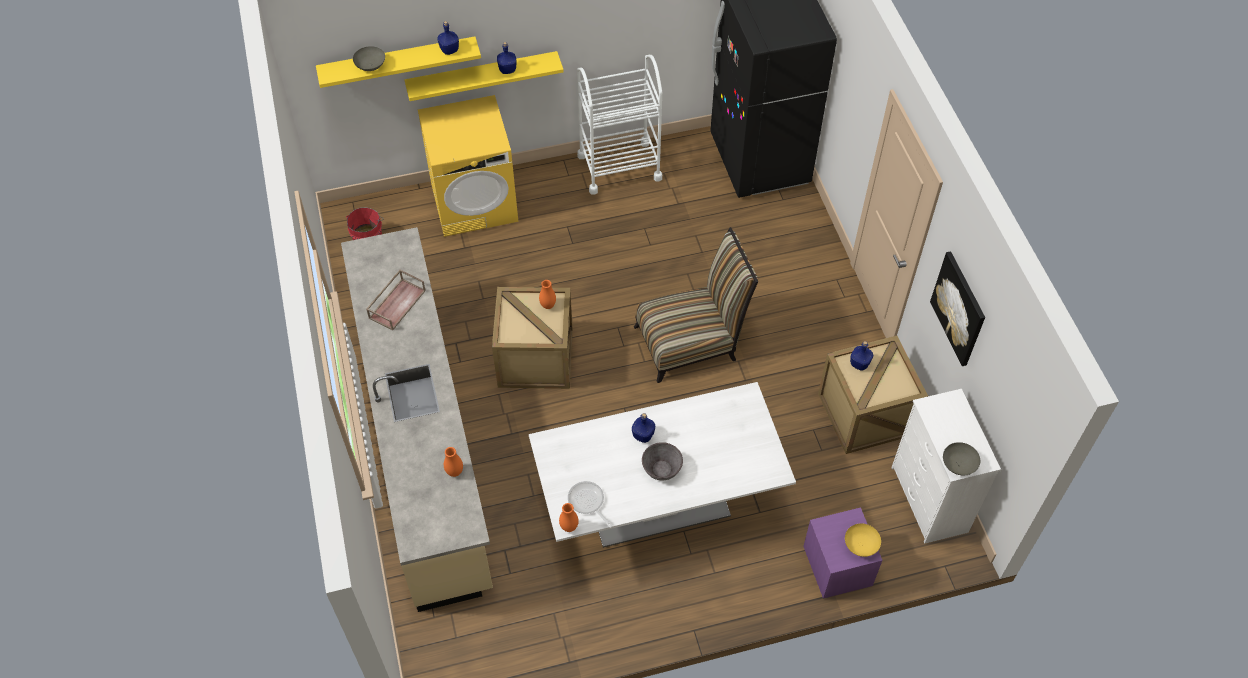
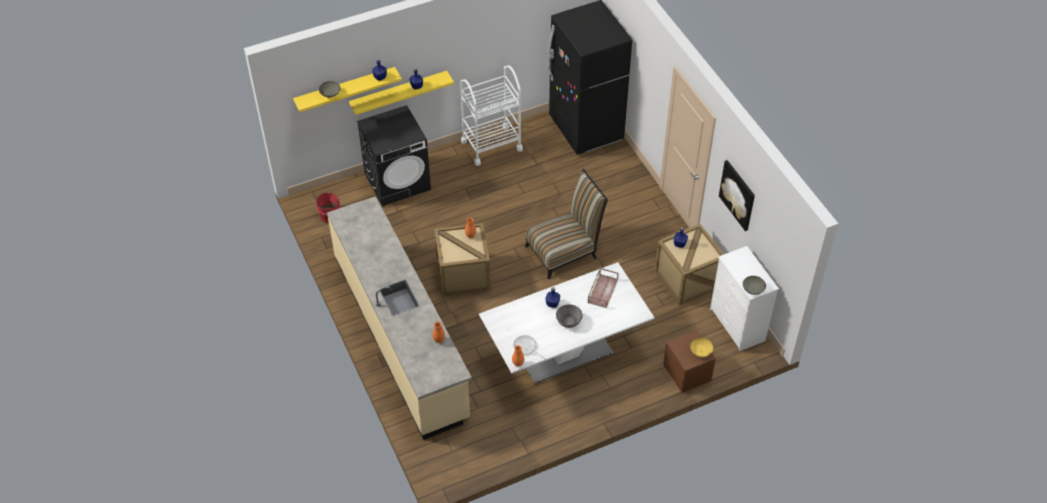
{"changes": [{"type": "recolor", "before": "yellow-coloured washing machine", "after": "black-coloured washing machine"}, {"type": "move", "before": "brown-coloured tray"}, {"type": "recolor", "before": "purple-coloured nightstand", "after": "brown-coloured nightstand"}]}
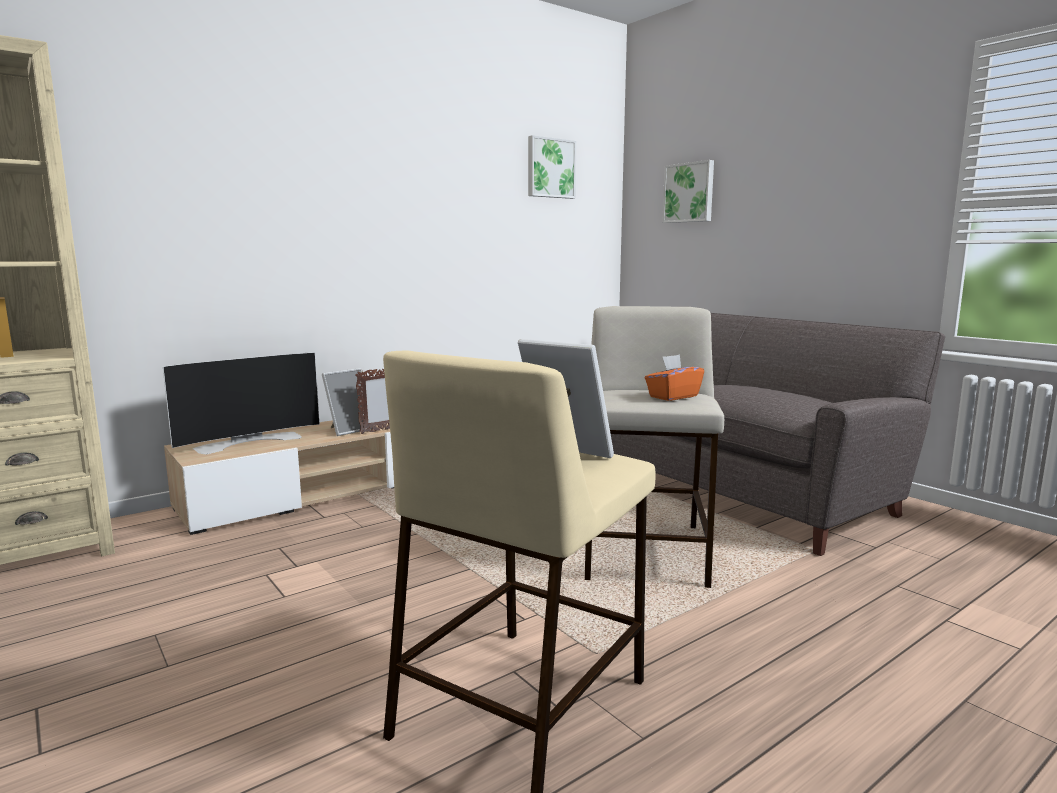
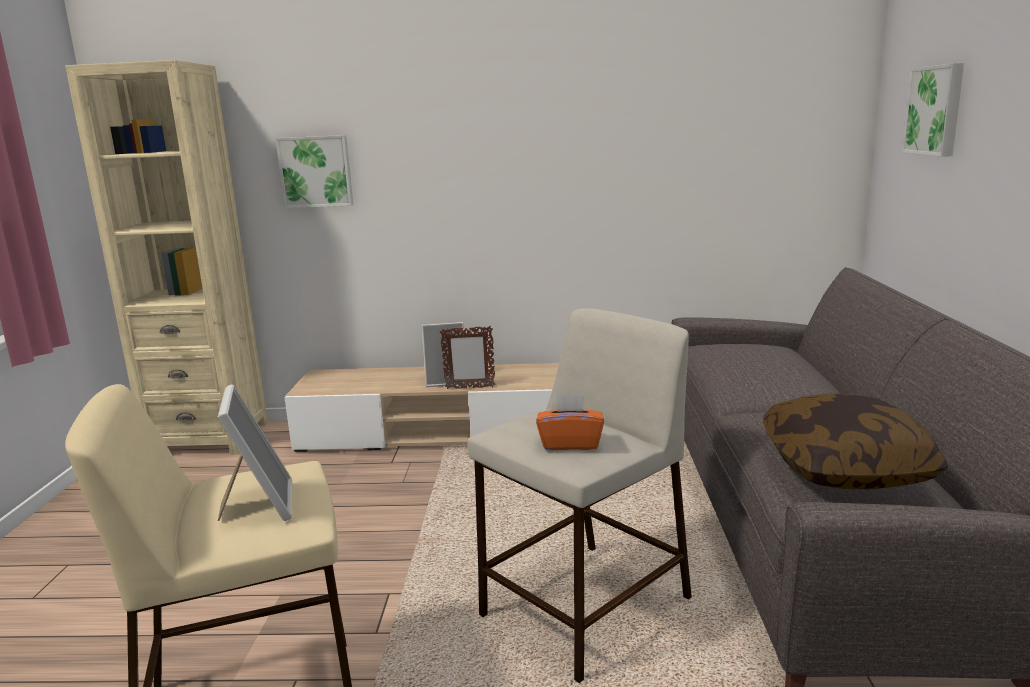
{"changes": [{"type": "move", "before": "wall picture (1st from left)"}, {"type": "delete", "before": "TV set"}, {"type": "insert", "after": "cushion"}]}
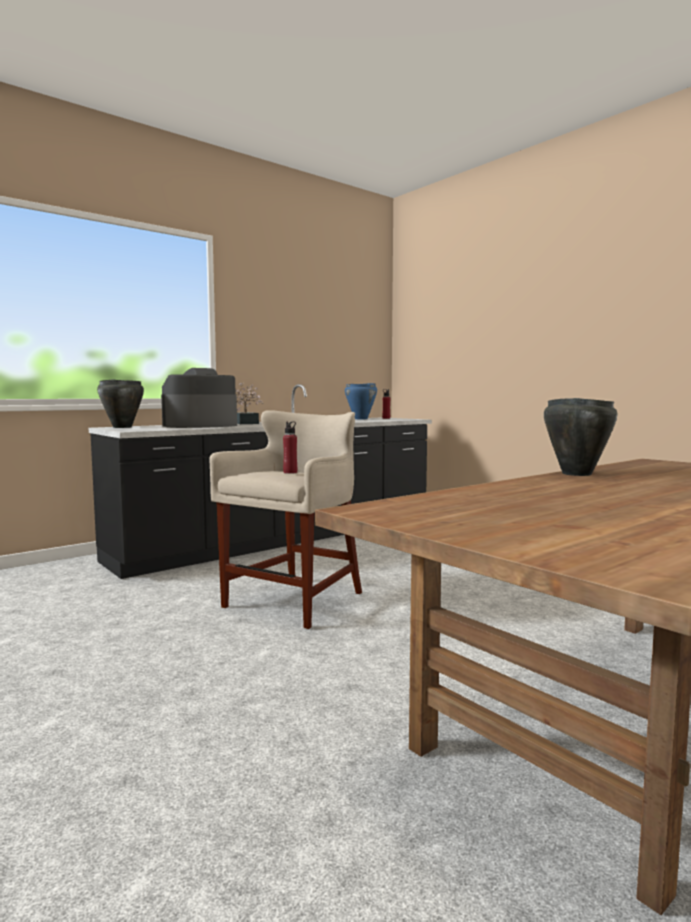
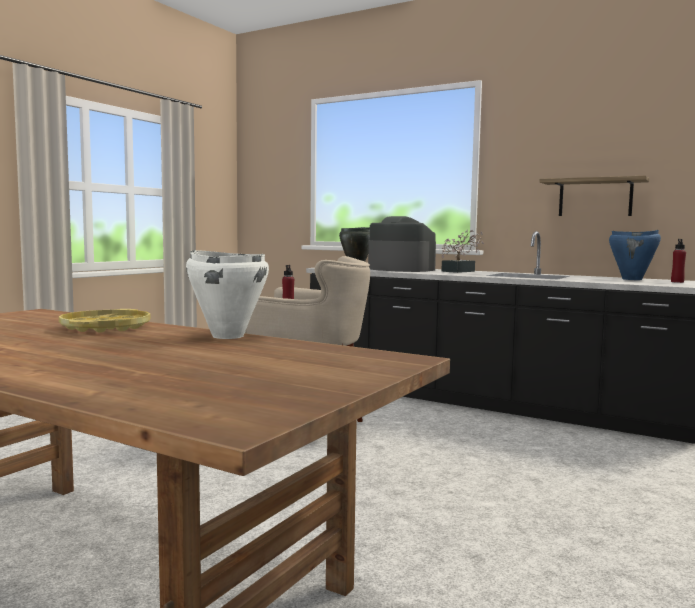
{"changes": [{"type": "recolor", "before": "black-coloured stockpot (2nd from left)", "after": "white stockpot"}, {"type": "insert", "after": "bracket shelf"}, {"type": "insert", "after": "yellow-coloured tray"}]}
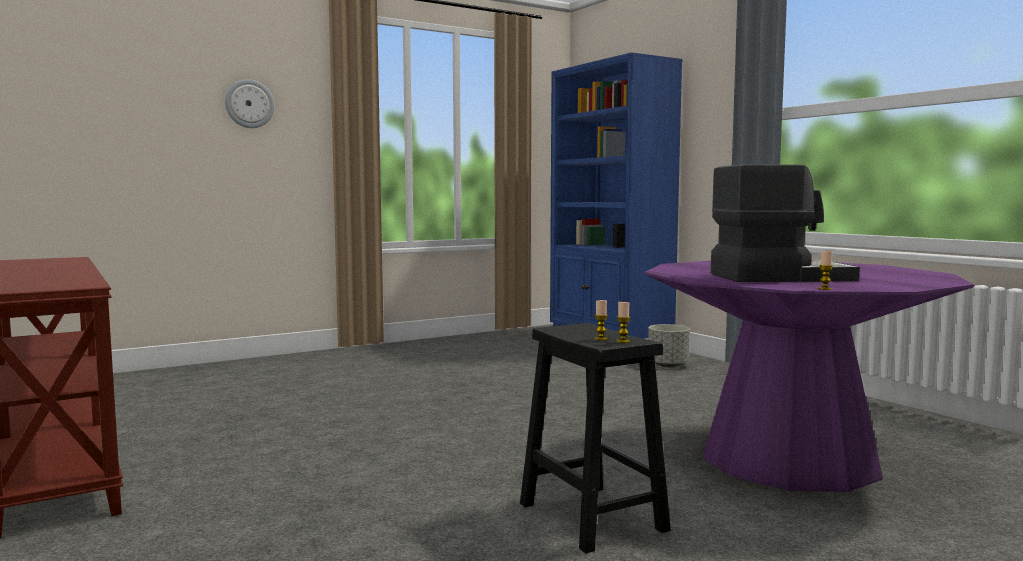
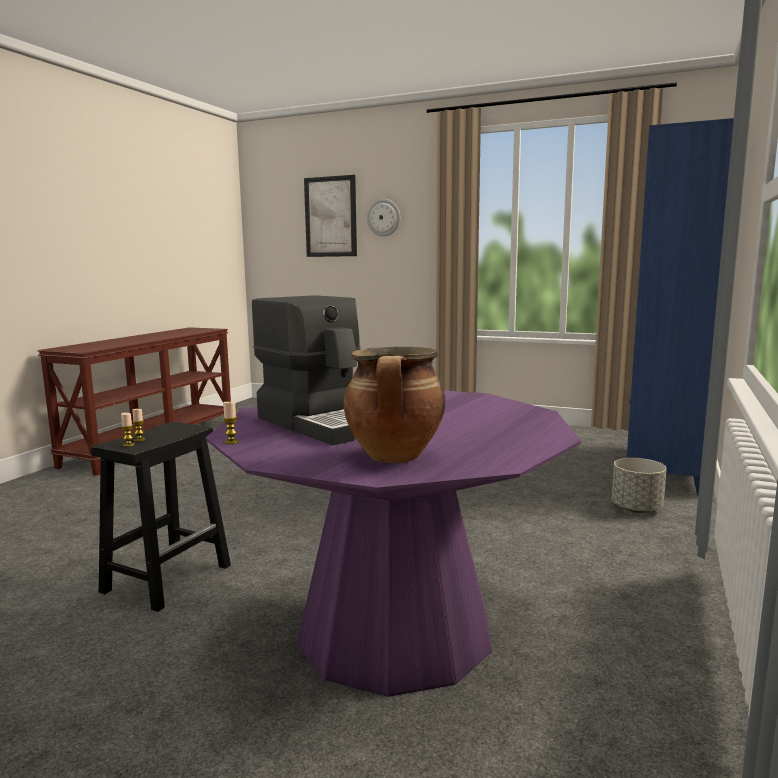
{"changes": [{"type": "insert", "after": "wall picture"}, {"type": "insert", "after": "stockpot"}]}
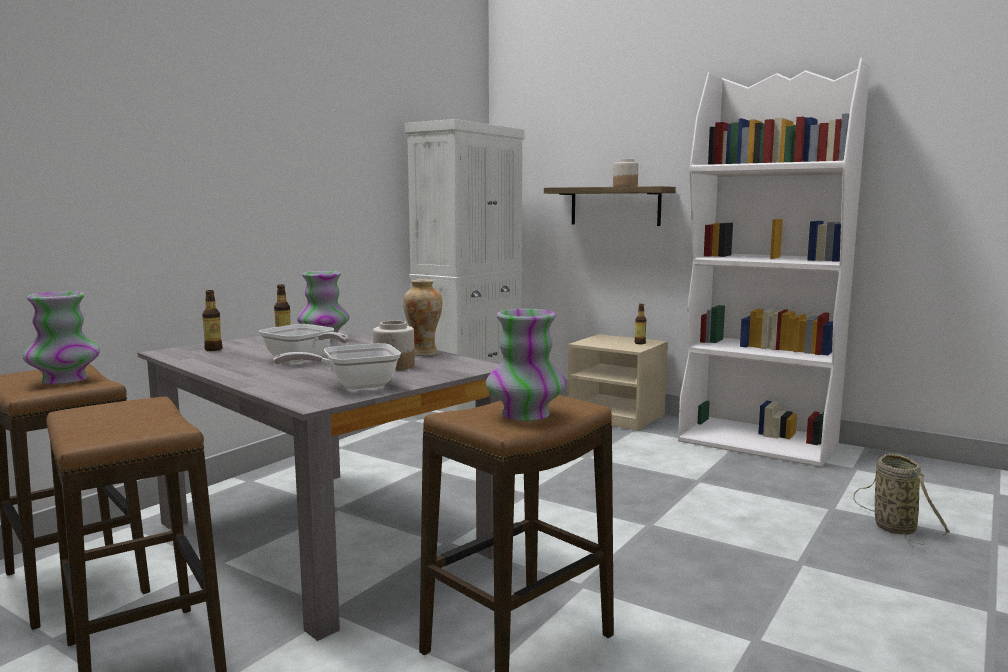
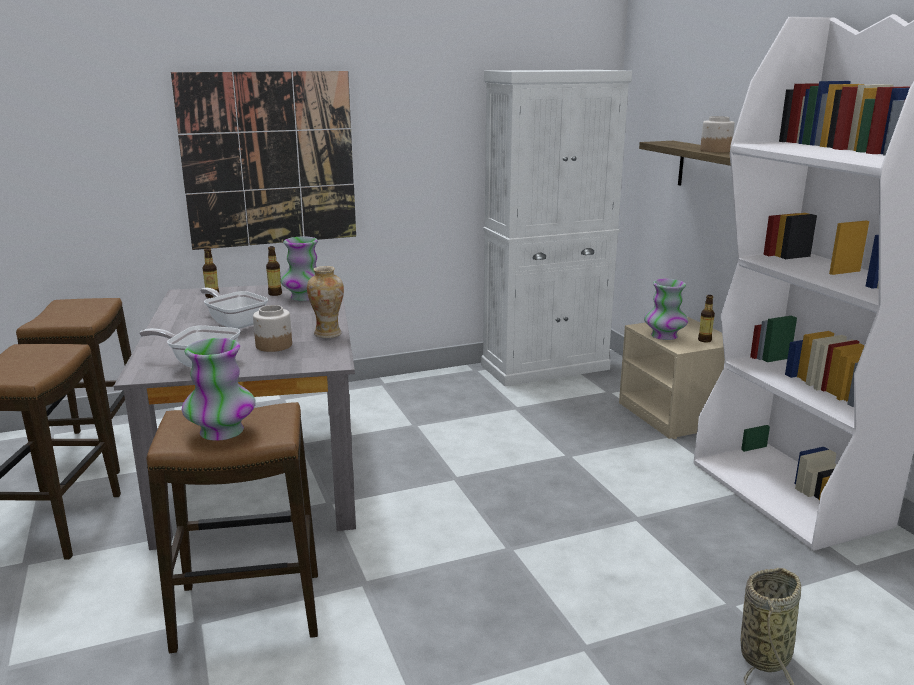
{"changes": [{"type": "move", "before": "vase (1st from left in the first image)", "after": "vase (4th from left)"}, {"type": "rotate", "before": "skillet (1st from left in the first image)", "turn": 150}, {"type": "insert", "after": "wall picture"}]}
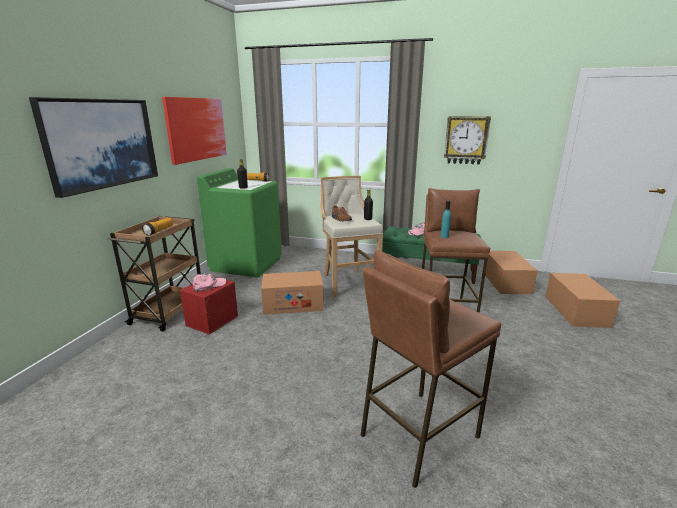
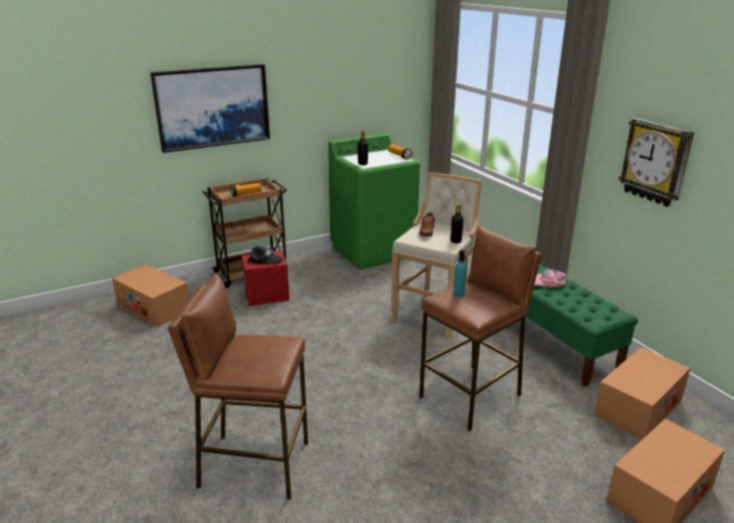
{"changes": [{"type": "delete", "before": "wall picture (2nd from left)"}, {"type": "move", "before": "cardboard box (1st from left)"}, {"type": "recolor", "before": "pink peaked cap (1st from left)", "after": "black-coloured peaked cap"}]}
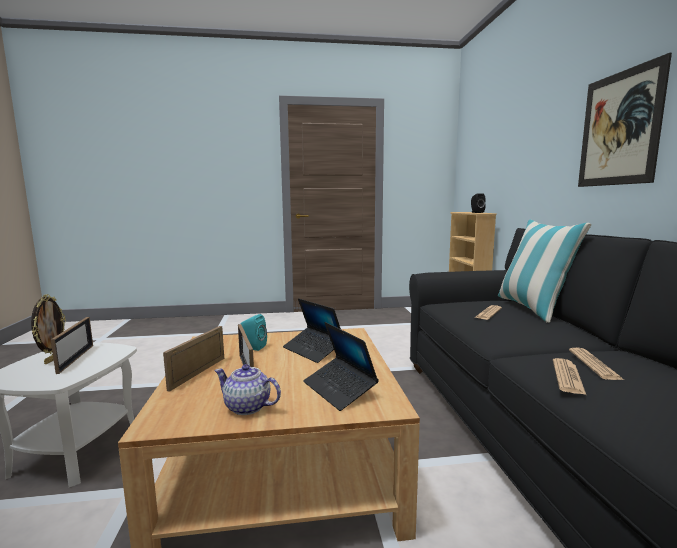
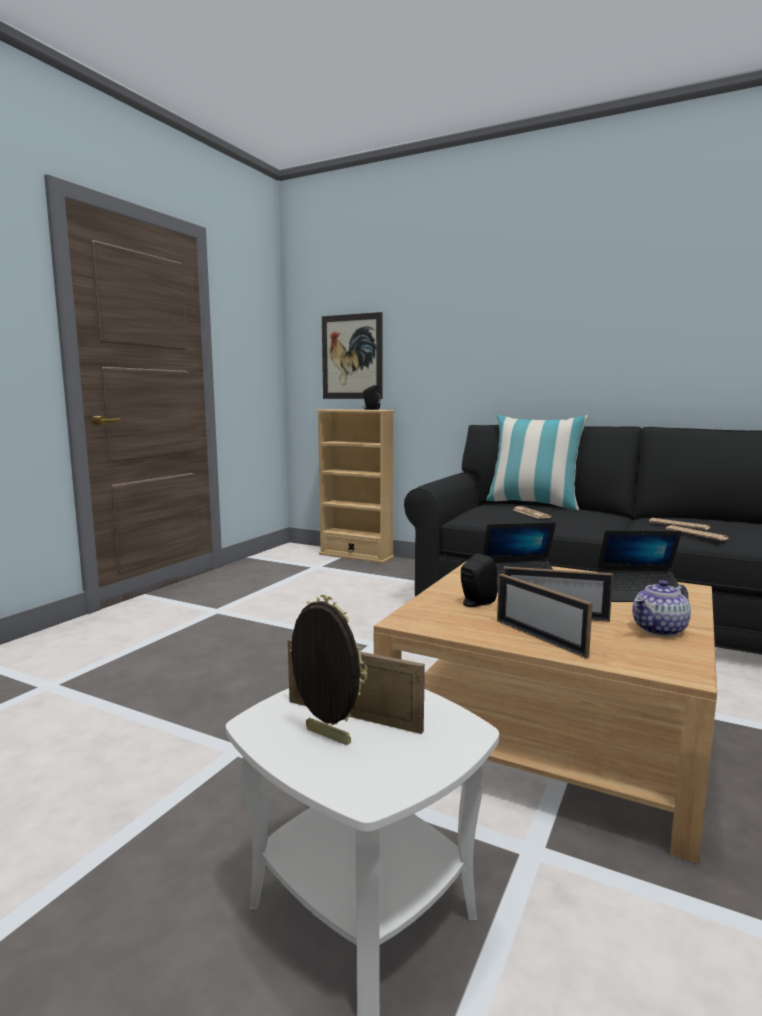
{"changes": [{"type": "move", "before": "wall picture"}, {"type": "recolor", "before": "blue-green speaker", "after": "black-coloured speaker (2nd from left)"}]}
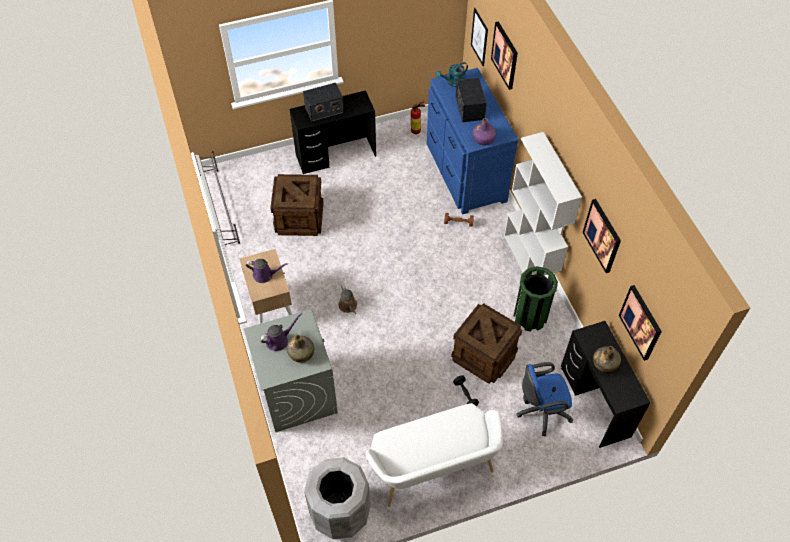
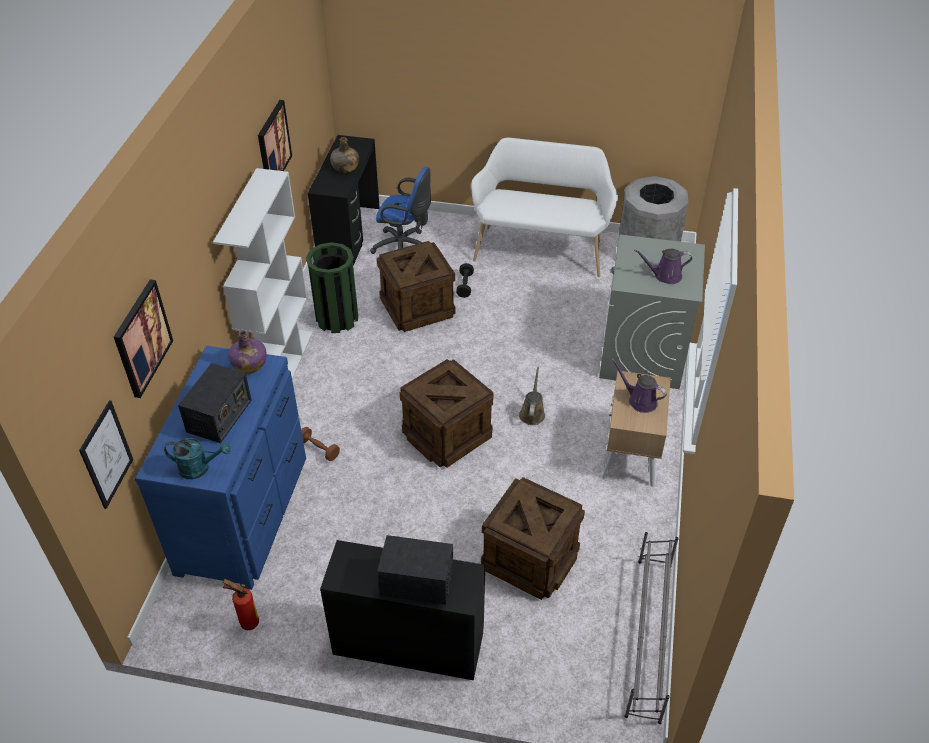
{"changes": [{"type": "delete", "before": "wall picture (4th from left)"}, {"type": "delete", "before": "green-coloured bottle (1st from left)"}, {"type": "insert", "after": "packing crate (2nd from left)"}]}
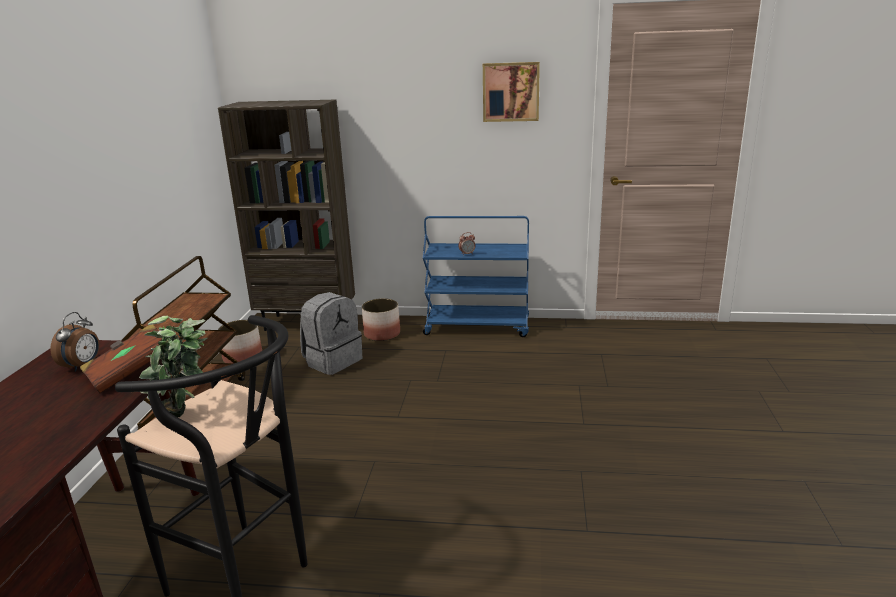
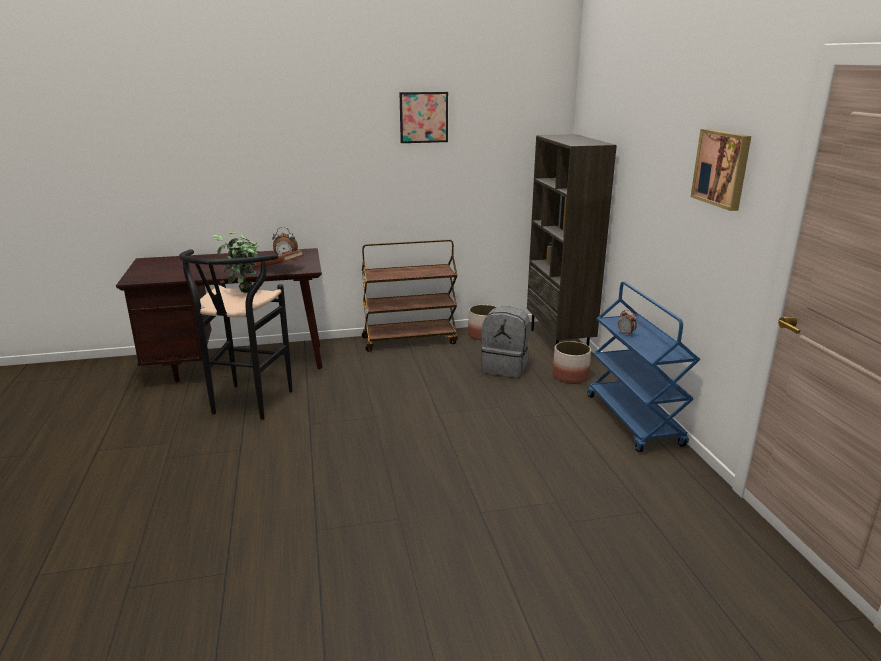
{"changes": [{"type": "insert", "after": "wall picture (1st from left)"}]}
